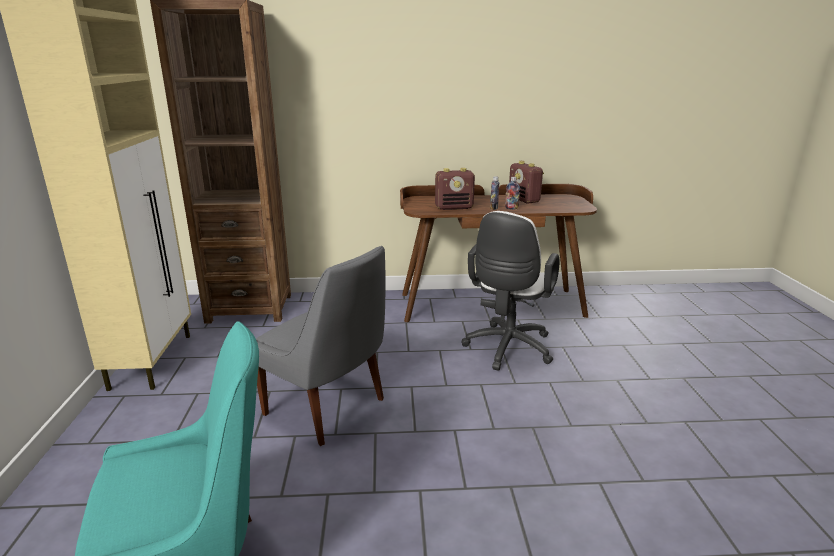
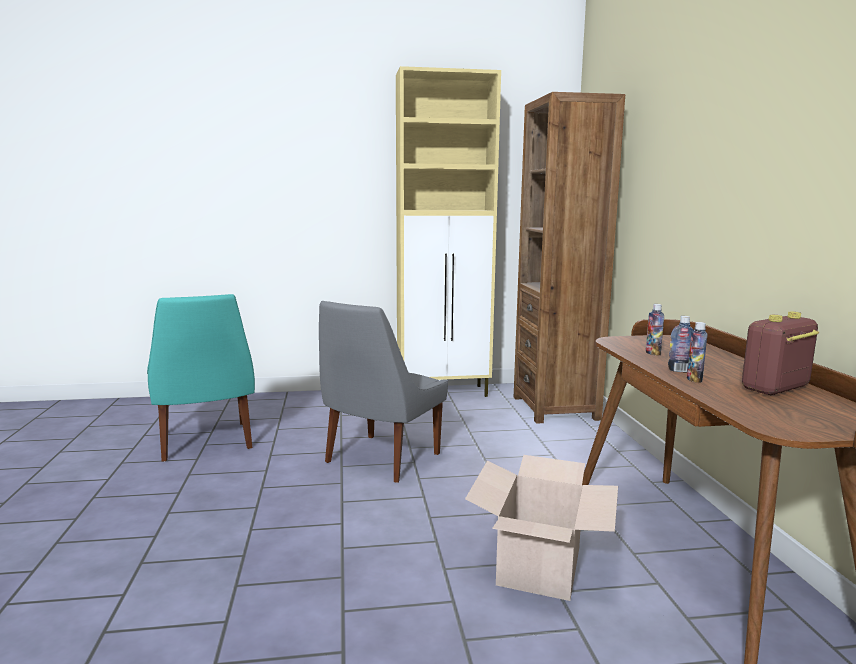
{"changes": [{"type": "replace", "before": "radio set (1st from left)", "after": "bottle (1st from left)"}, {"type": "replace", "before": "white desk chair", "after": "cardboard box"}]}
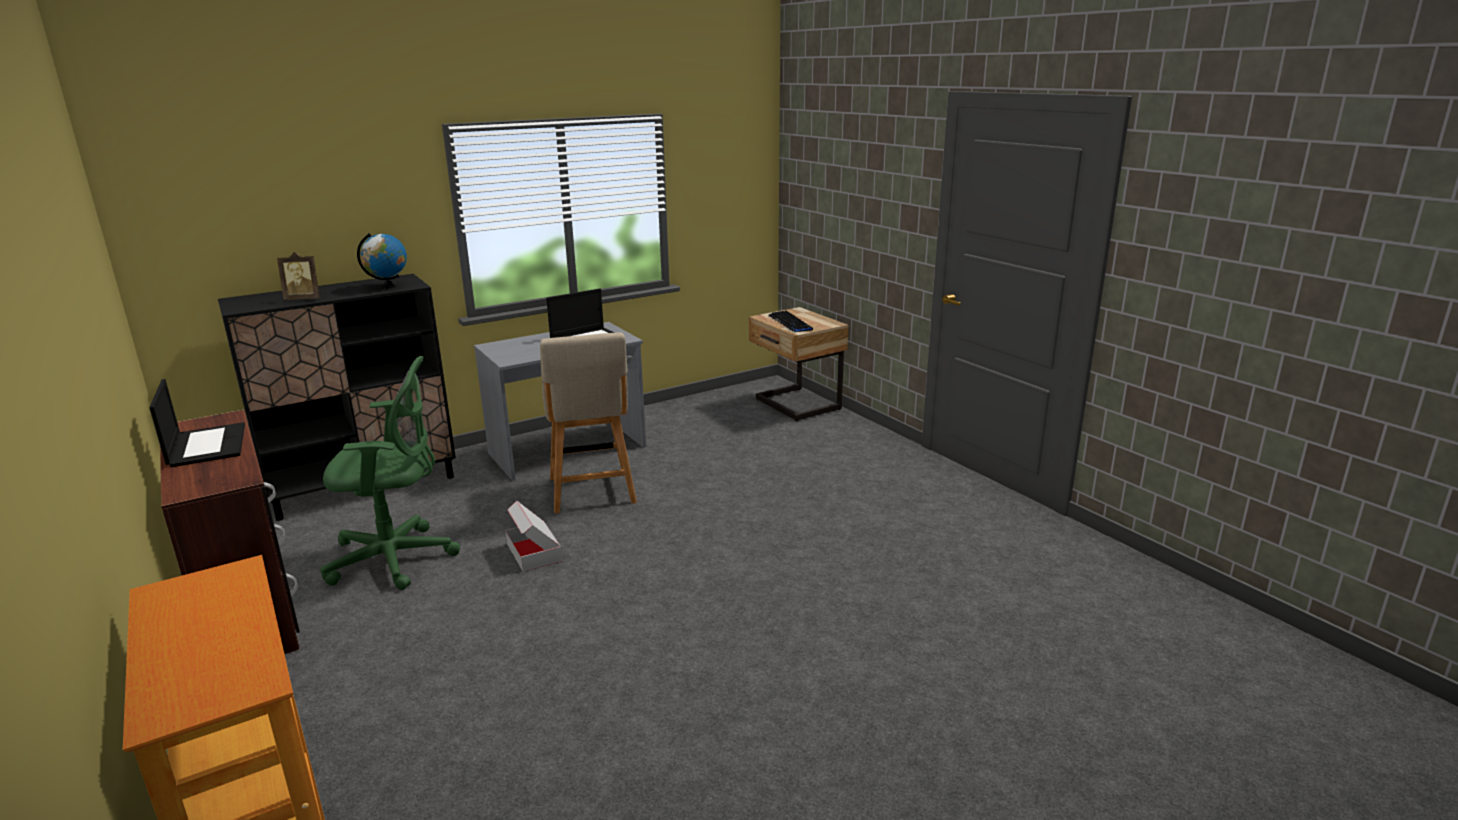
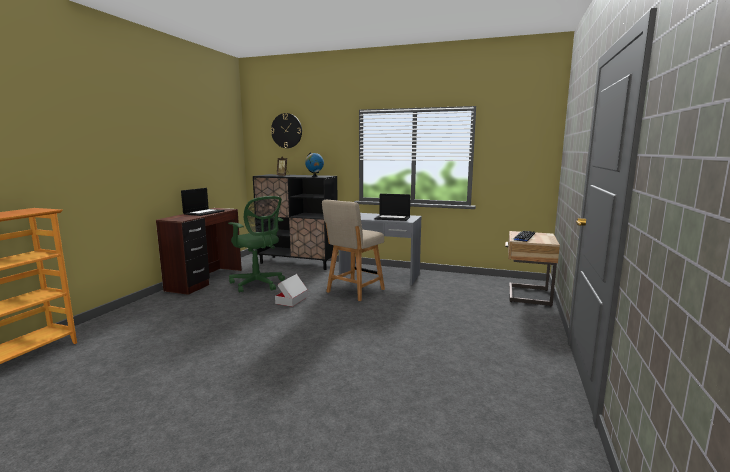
{"changes": [{"type": "insert", "after": "clock on the wall"}]}
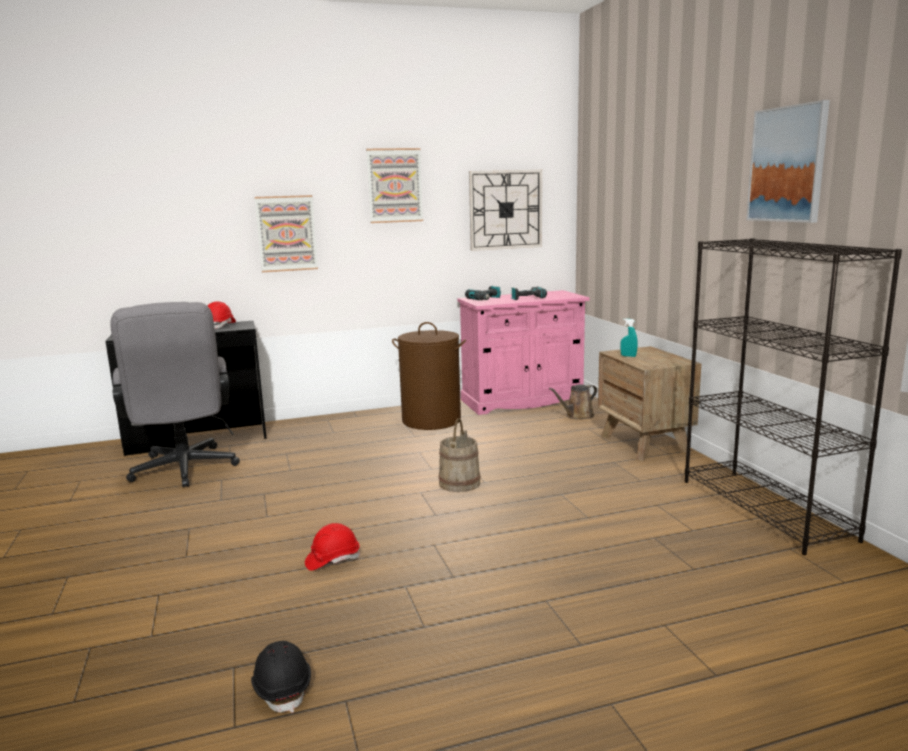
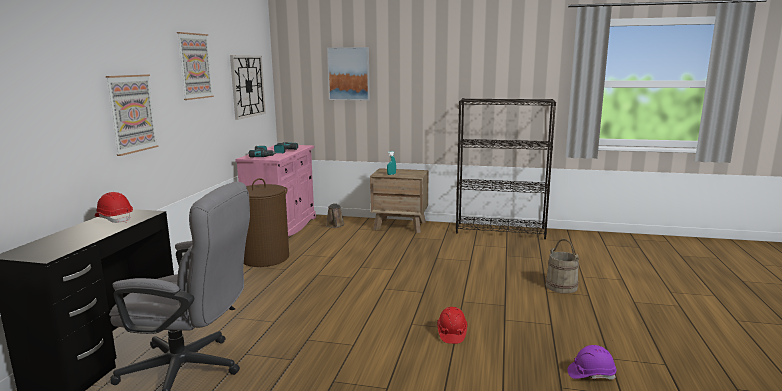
{"changes": [{"type": "move", "before": "wall picture (3rd from left)"}, {"type": "move", "before": "beige-coloured bucket"}, {"type": "recolor", "before": "black-coloured work helmet", "after": "purple-coloured work helmet"}]}
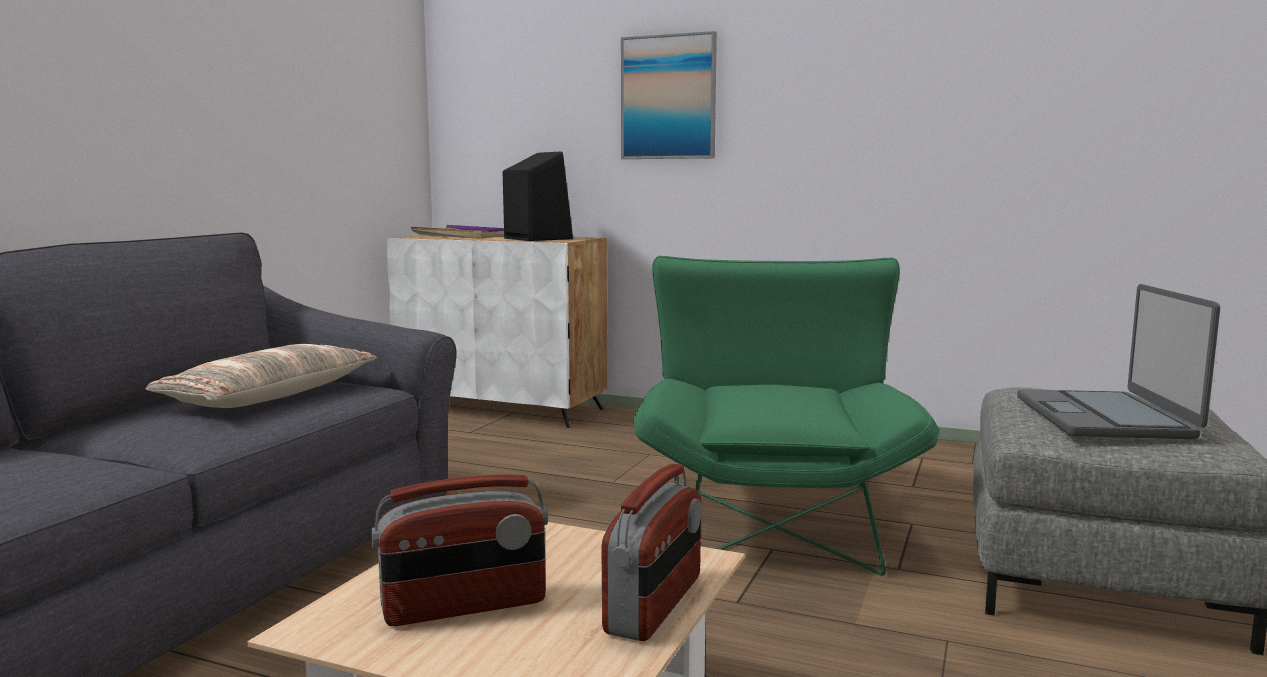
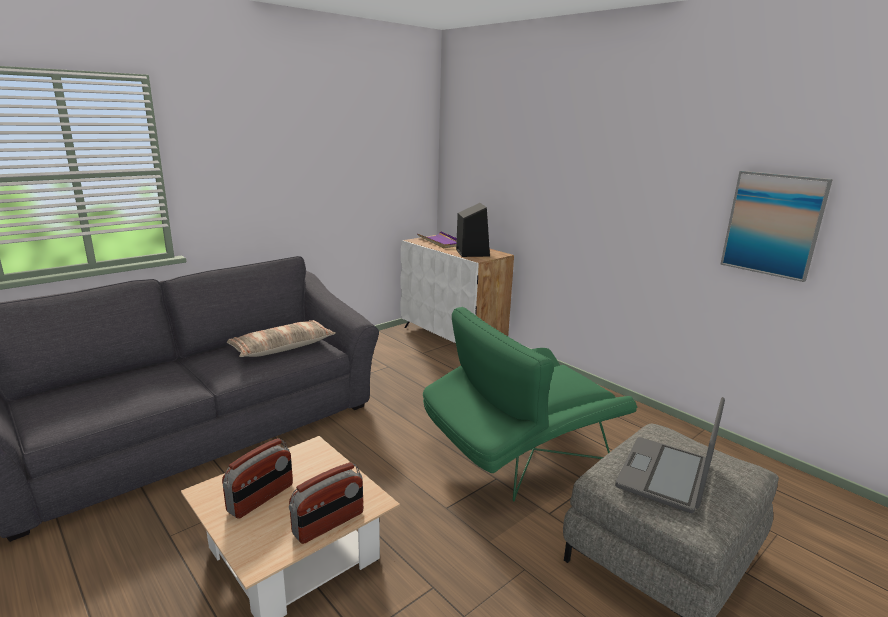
{"changes": [{"type": "move", "before": "wall picture"}, {"type": "rotate", "before": "green-coloured lounge chair", "turn": -150}, {"type": "rotate", "before": "radio set (1st from left)", "turn": -60}]}
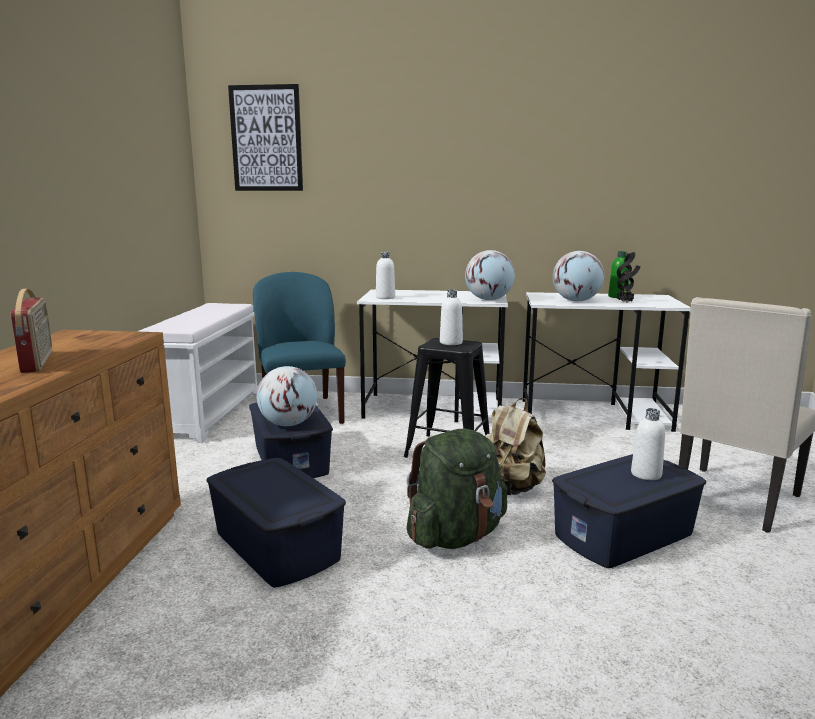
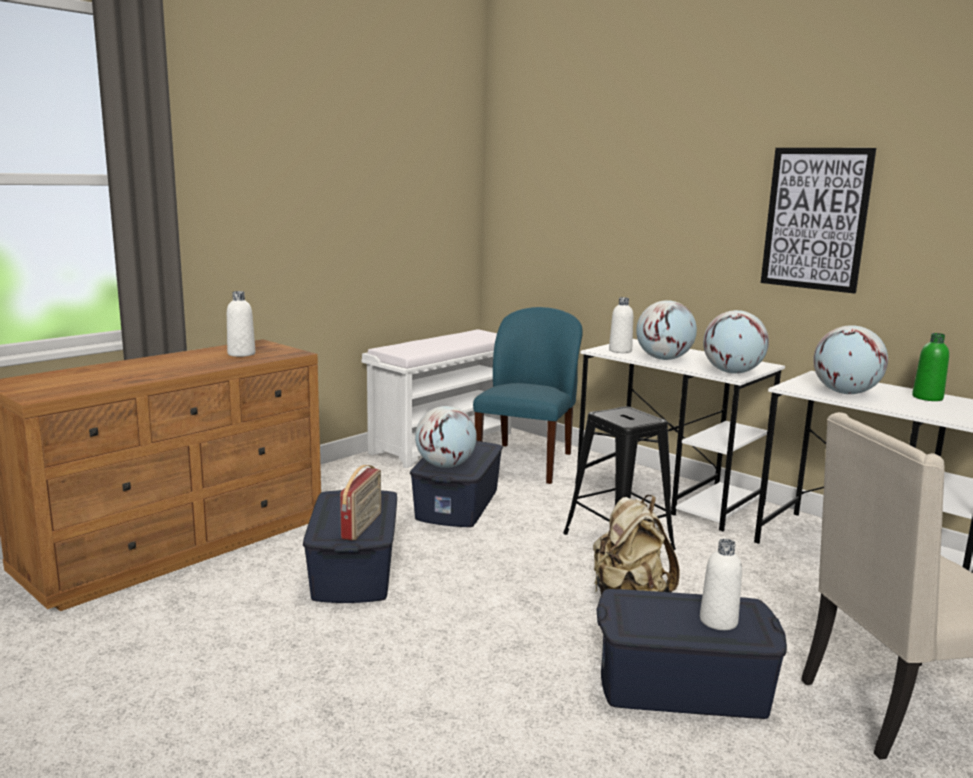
{"changes": [{"type": "move", "before": "wall picture"}, {"type": "delete", "before": "potted plant"}, {"type": "move", "before": "radio set"}, {"type": "move", "before": "white bottle (2nd from left in the first image)", "after": "white bottle (1st from left)"}, {"type": "delete", "before": "green-coloured knapsack"}, {"type": "insert", "after": "globe (2nd from left)"}]}
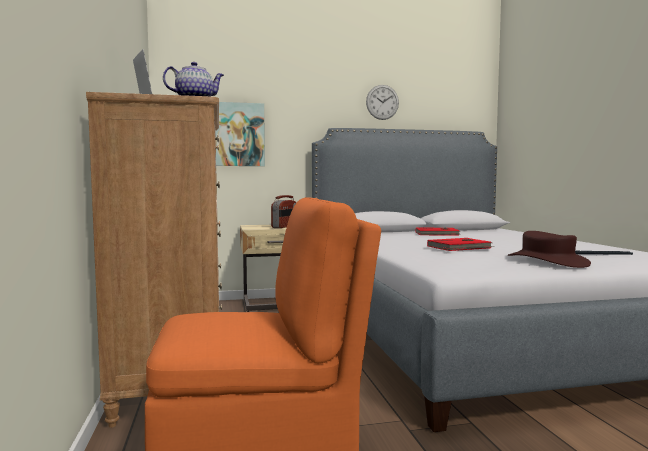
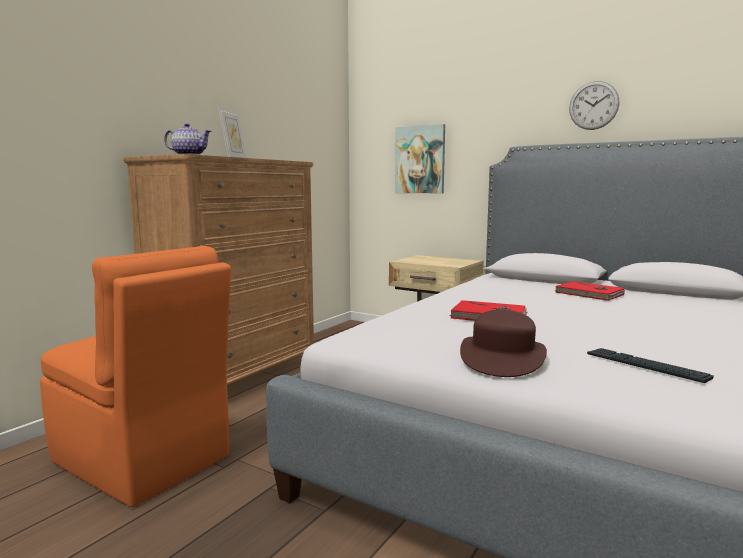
{"changes": [{"type": "delete", "before": "radio set"}]}
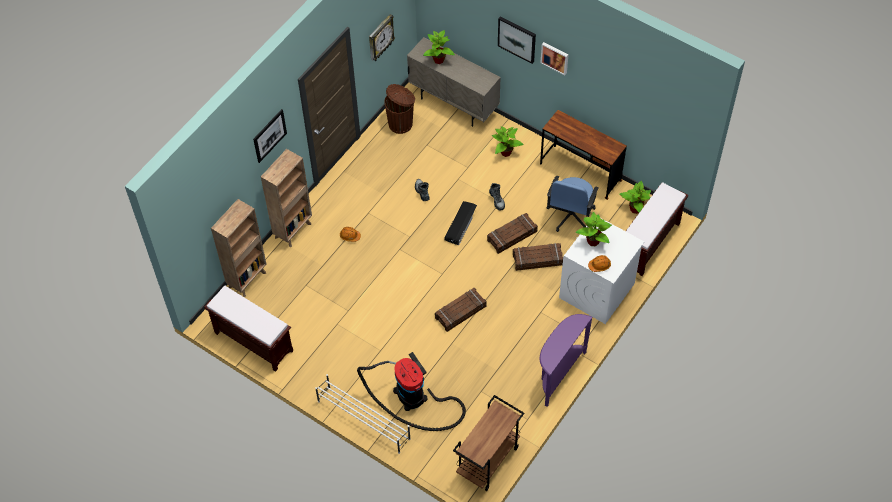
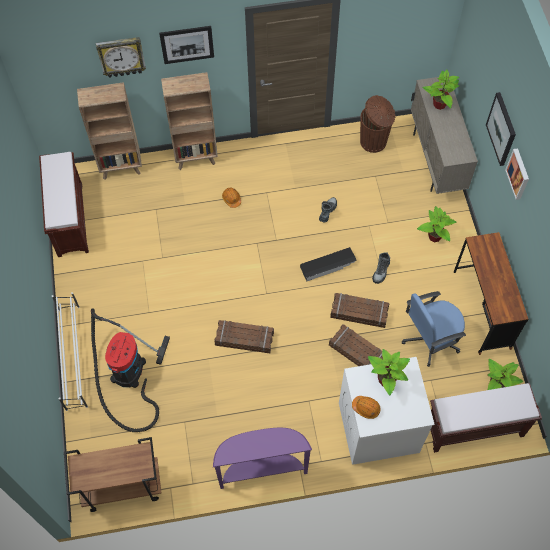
{"changes": [{"type": "move", "before": "clock on the wall"}]}
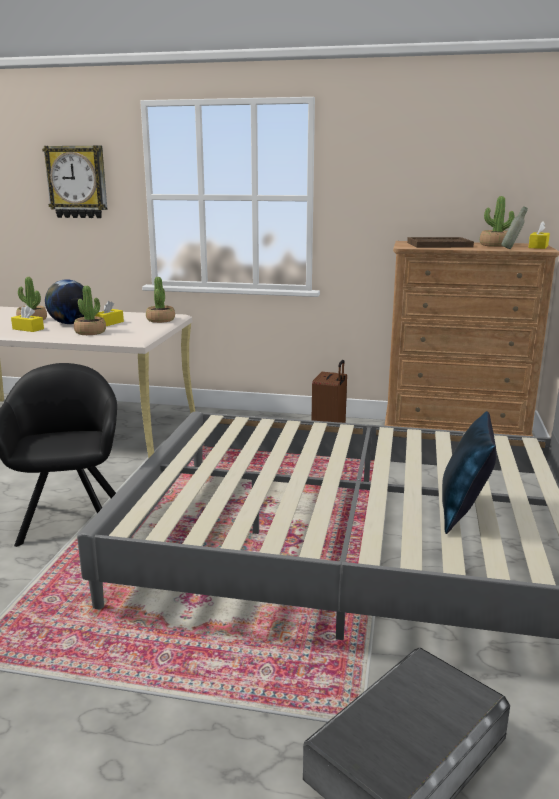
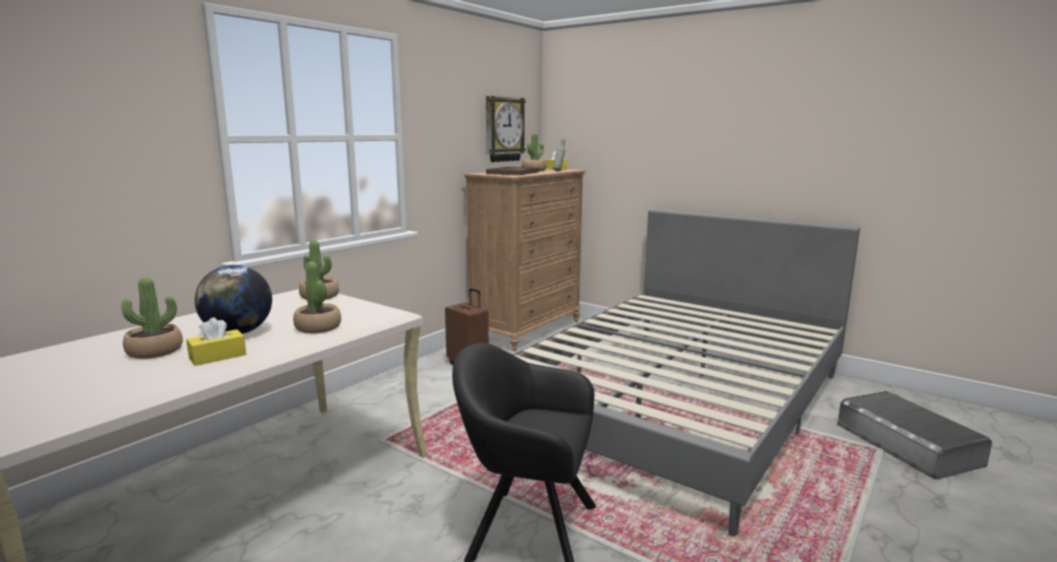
{"changes": [{"type": "move", "before": "clock on the wall"}, {"type": "delete", "before": "yellow-coloured tissue holder (2nd from left)"}, {"type": "delete", "before": "blue cushion"}]}
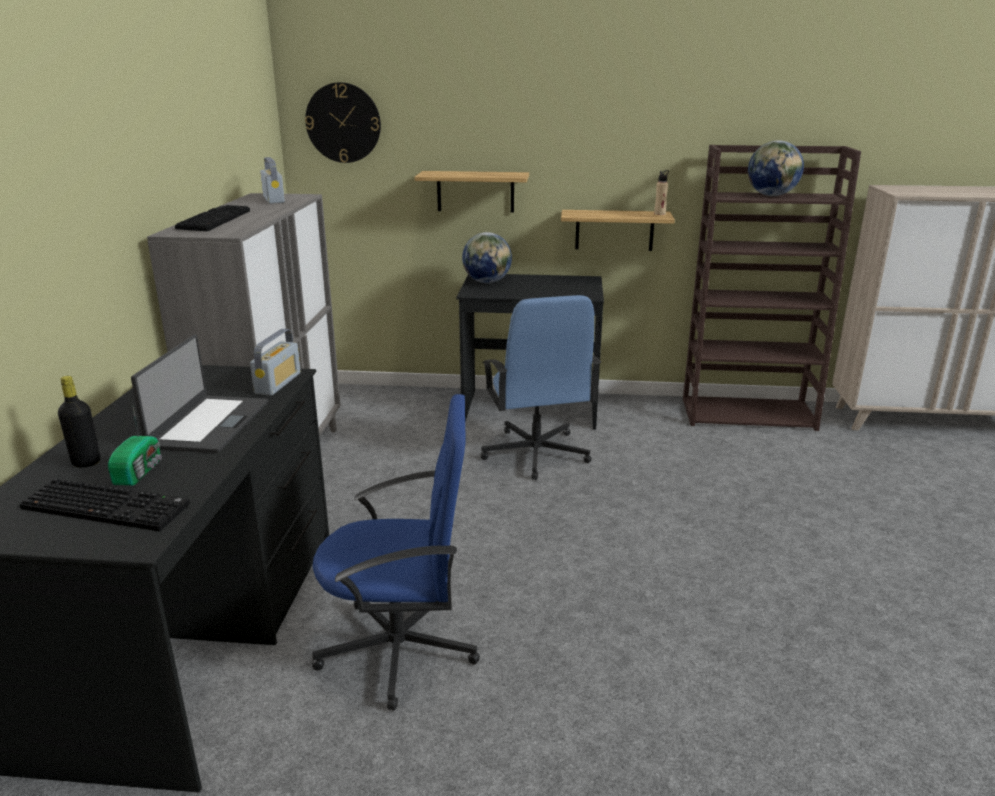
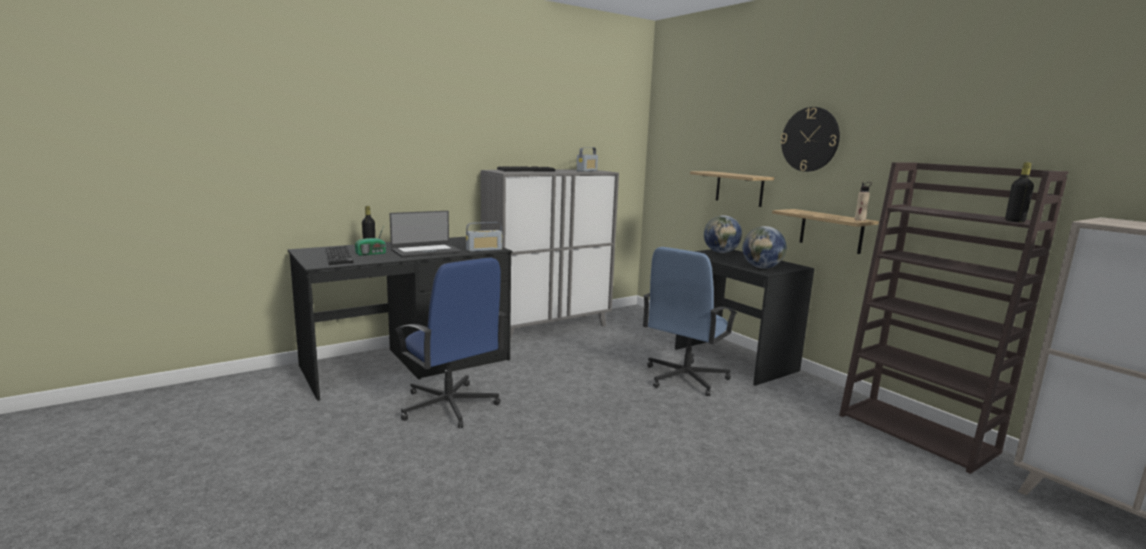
{"changes": [{"type": "move", "before": "clock on the wall"}, {"type": "move", "before": "globe (2nd from left)"}, {"type": "insert", "after": "black-coloured bottle (2nd from left)"}]}
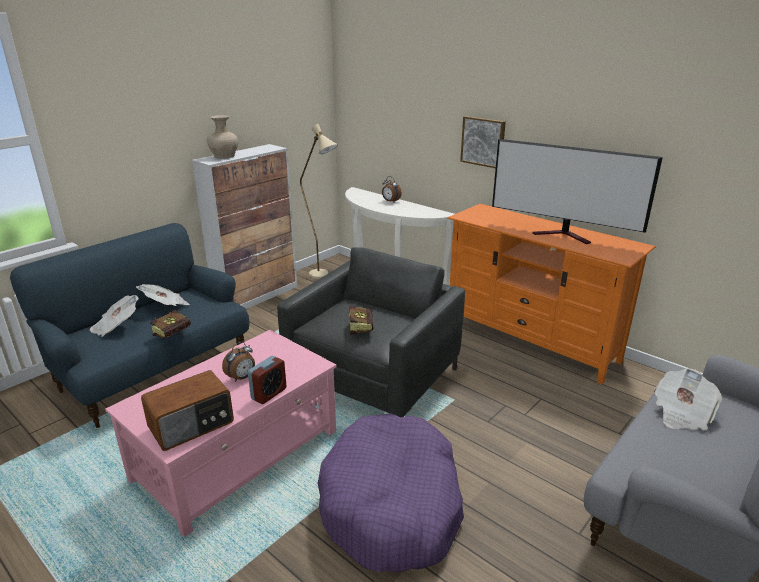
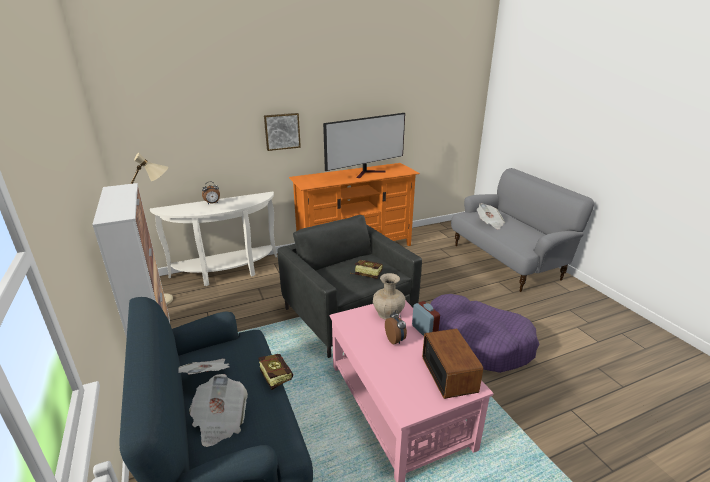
{"changes": [{"type": "move", "before": "beige-coloured vase"}]}
